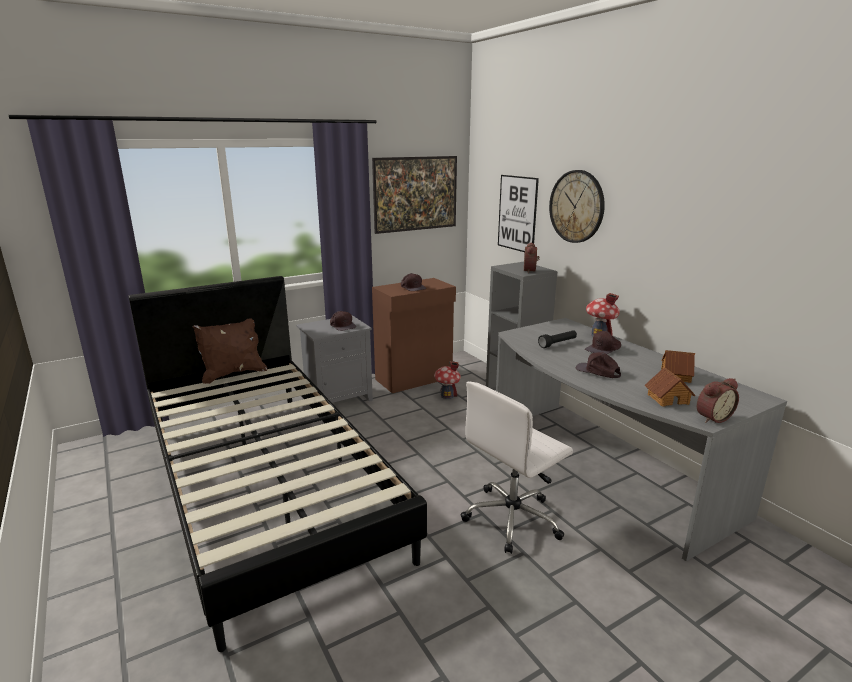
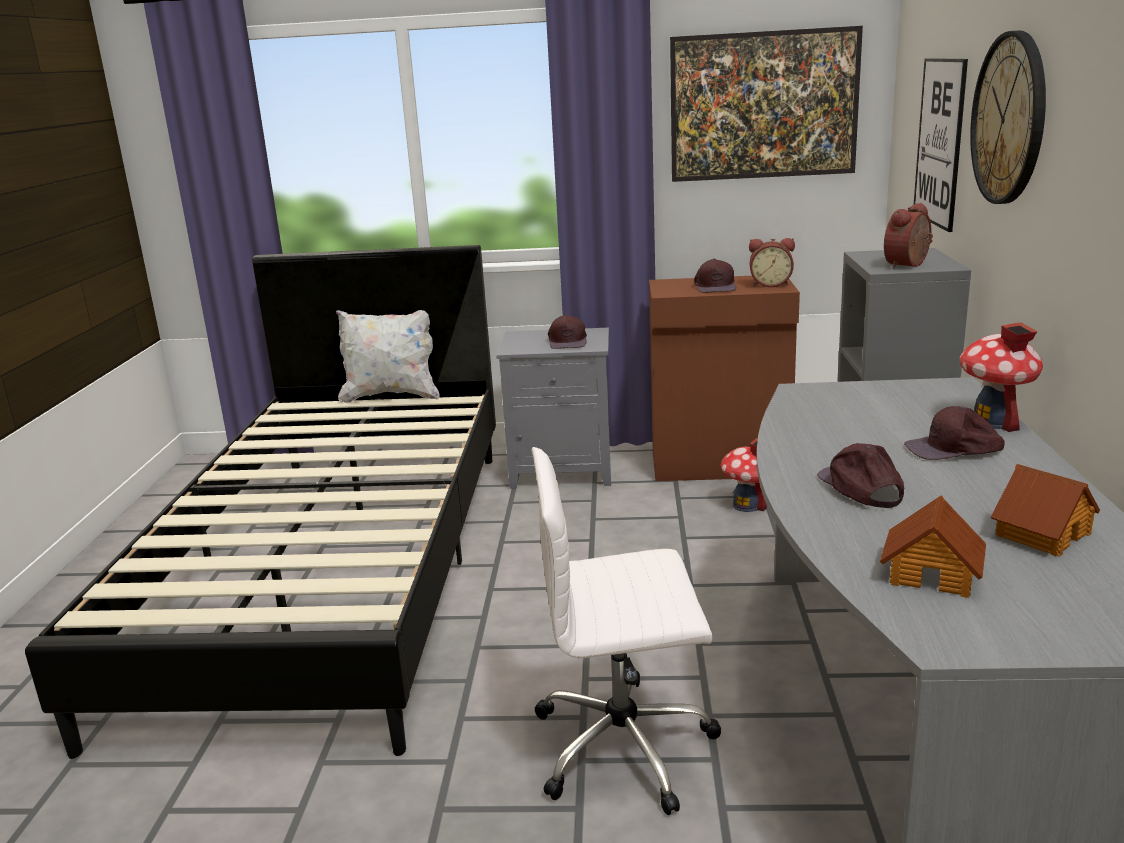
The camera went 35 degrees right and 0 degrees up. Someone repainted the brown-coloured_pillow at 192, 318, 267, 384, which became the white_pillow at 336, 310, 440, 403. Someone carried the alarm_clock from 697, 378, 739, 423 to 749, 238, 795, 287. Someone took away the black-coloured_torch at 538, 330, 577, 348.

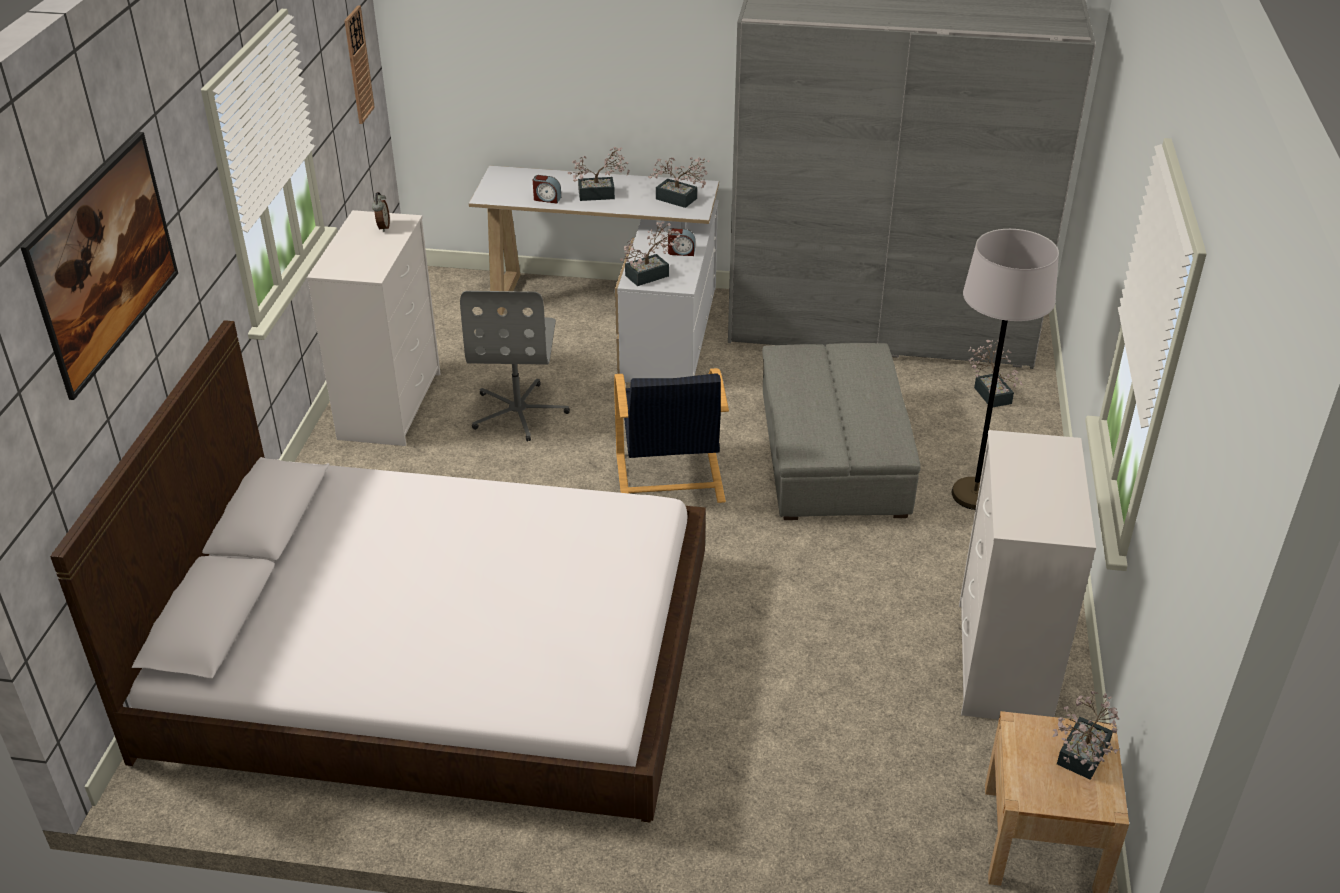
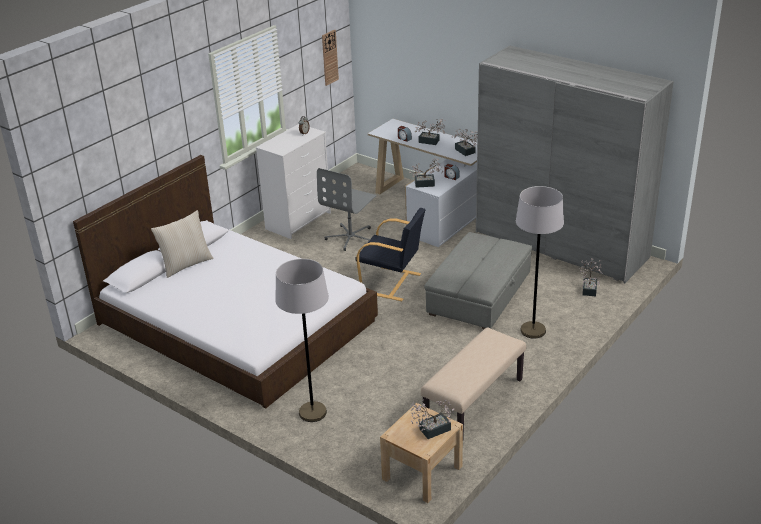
The camera went 30 degrees right and 5 degrees down. Someone put down the beige_pillow at 151, 210, 214, 278. Someone put down the grey_standard_lamp at 275, 259, 329, 422. Someone rotated the black-coloured_armchair at 614, 368, 729, 503 by 90 degrees counterclockwise. Someone swapped the white_chest_of_drawers at 959, 430, 1096, 719 for the beige_long_seat at 421, 327, 526, 437. Someone took away the wall_picture at 20, 132, 178, 400.

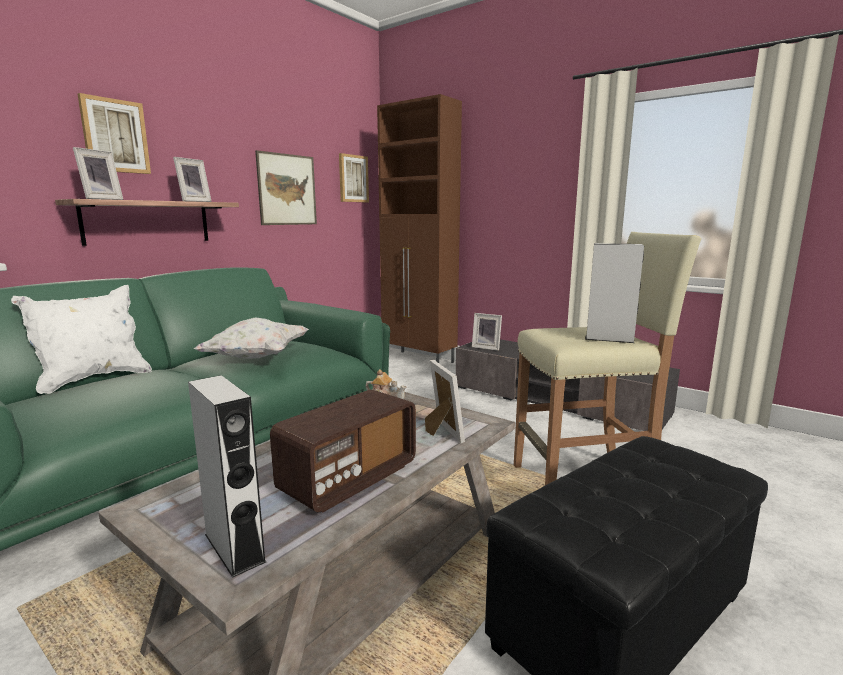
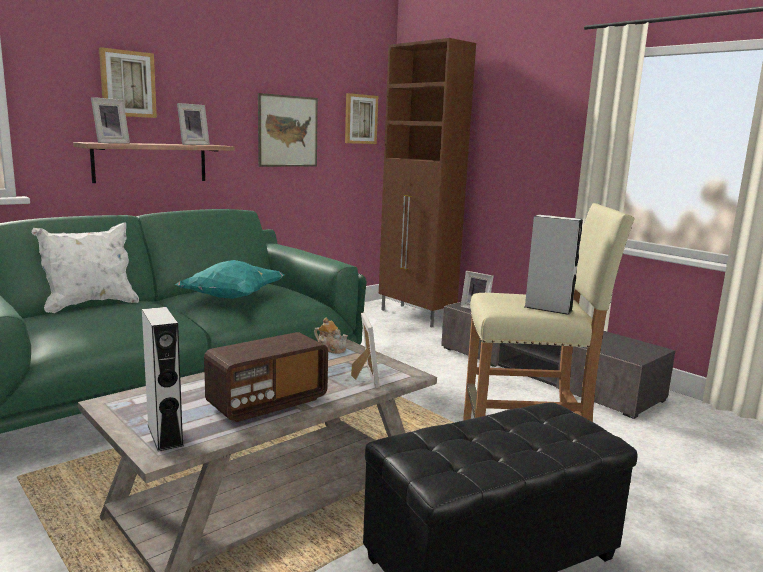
The camera went 10 degrees right and 0 degrees up. Someone repainted the white_pillow at 193, 317, 309, 358, which became the blue-green_pillow at 175, 260, 284, 299.

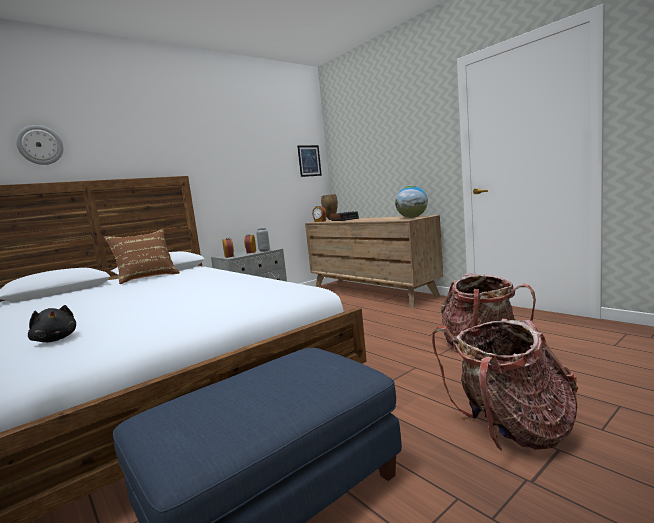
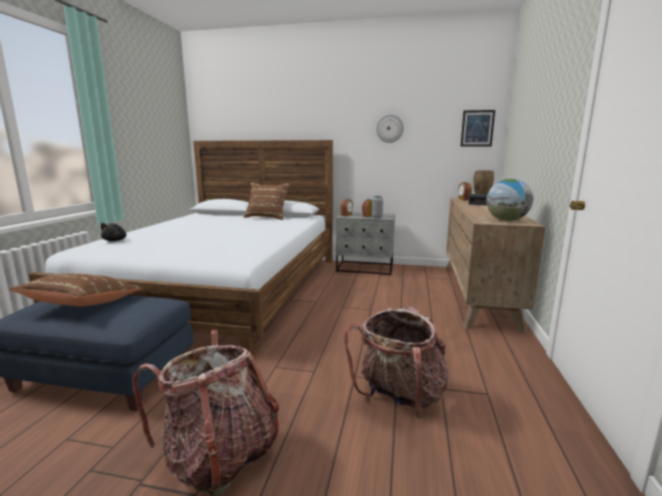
The camera went 50 degrees right and 5 degrees up. Someone put down the brown-coloured_pillow at 9, 274, 142, 306. Someone carried the hanging_clock from 16, 125, 63, 165 to 376, 114, 404, 143.

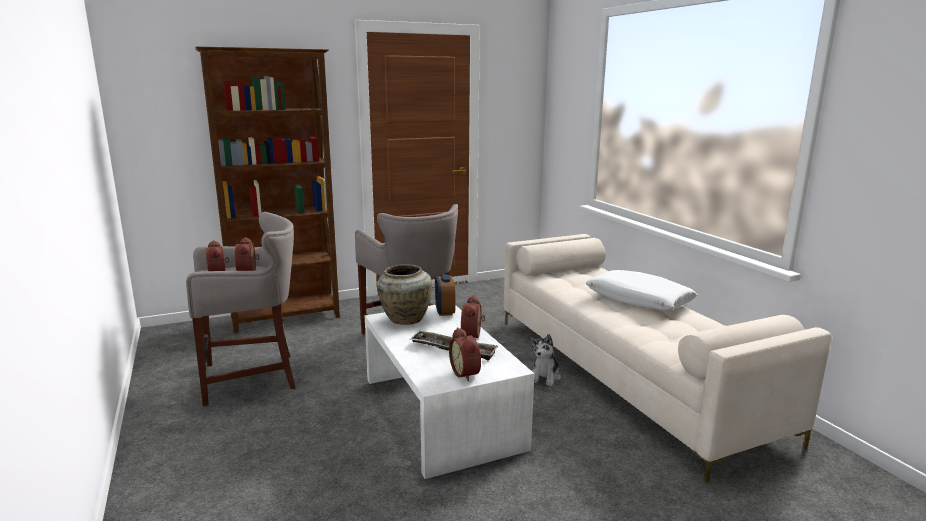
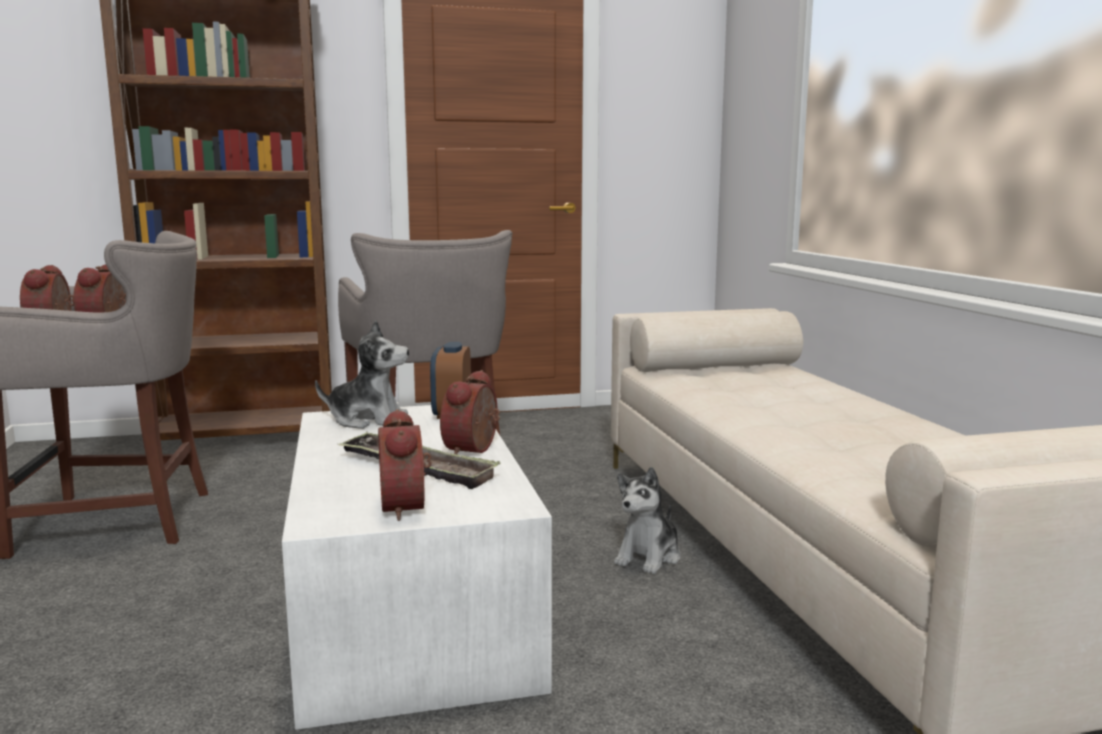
The camera went 10 degrees right and 5 degrees down. Someone swapped the beige_flower_vase at 377, 264, 432, 325 for the cuddly_toy at 315, 320, 409, 429. Someone took away the white_pillow at 586, 270, 698, 310.

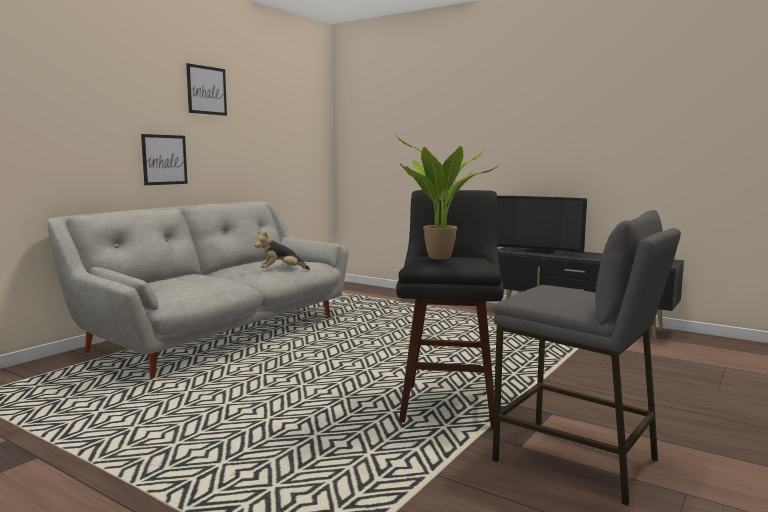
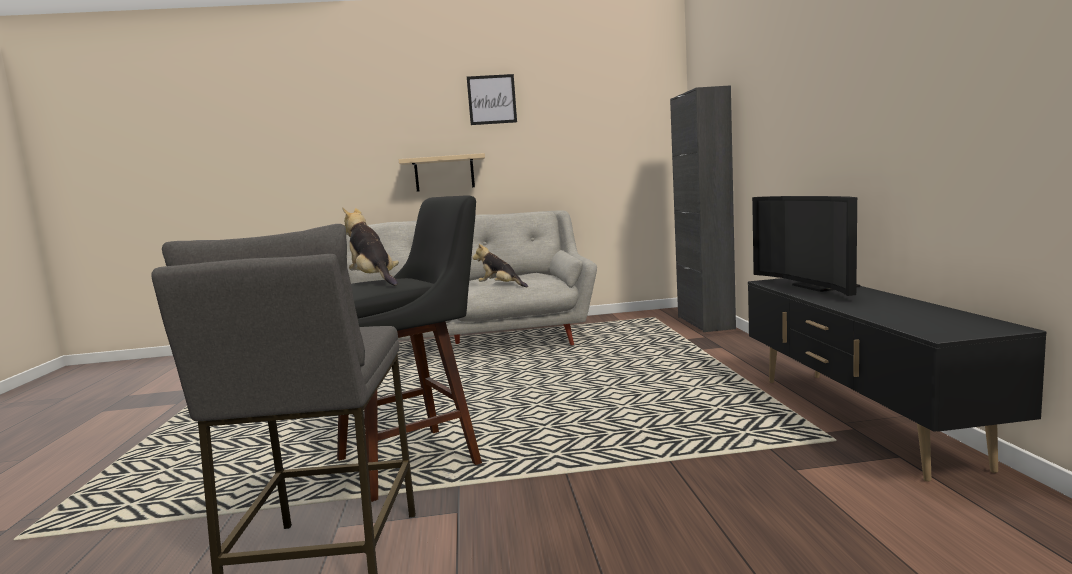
The camera went 50 degrees right and 0 degrees up. Someone swapped the houseplant at 394, 133, 499, 260 for the cuddly_toy at 342, 207, 399, 286. Someone swapped the wall_picture at 141, 134, 188, 185 for the beige_shelf at 398, 153, 485, 191. Someone put down the black-coloured_cupboard at 670, 85, 736, 332.

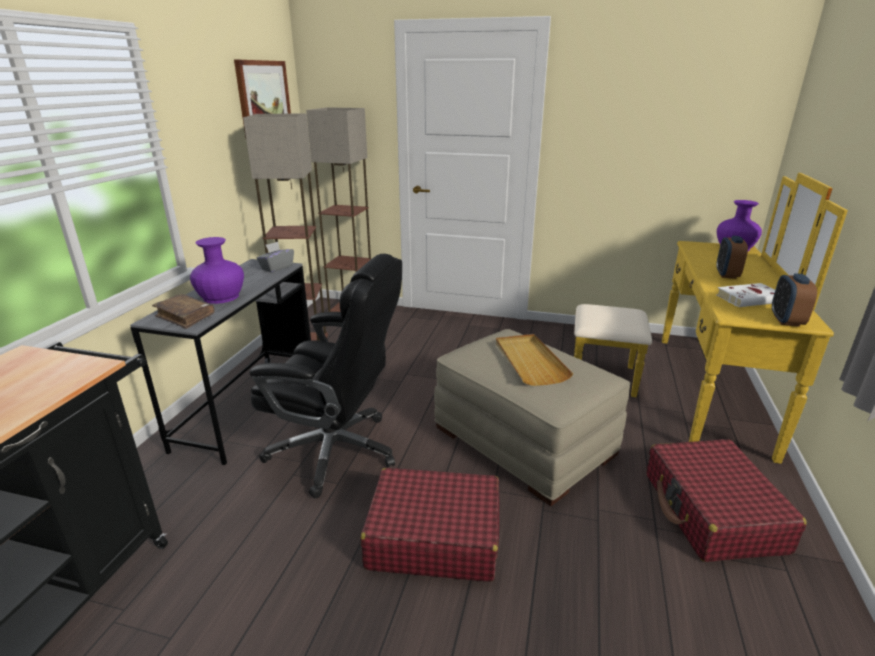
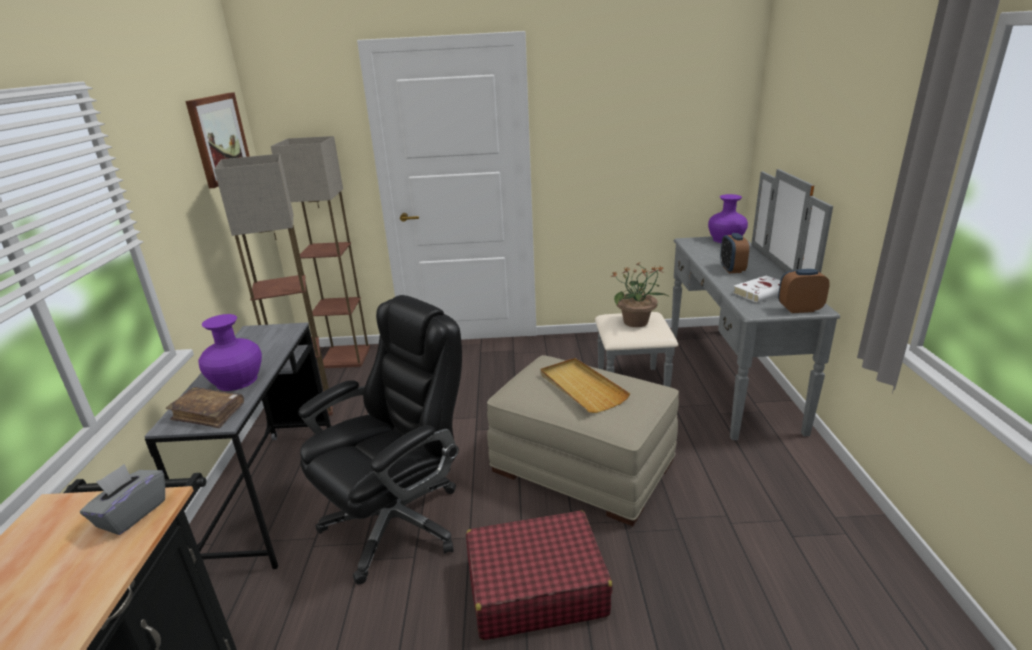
The camera went 15 degrees left and 0 degrees up. Someone carried the grey_box_of_tissues from 257, 242, 294, 272 to 80, 464, 165, 535. Someone rotated the black-coloured_computer_chair at 249, 254, 402, 498 by 45 degrees counterclockwise. Someone repainted the yellowish_chest_of_drawers at 574, 173, 848, 464, which became the grey_chest_of_drawers at 595, 169, 840, 440. Someone put down the houseplant at 610, 262, 669, 327. Someone rotated the alarm_clock at 772, 273, 817, 327 by 90 degrees clockwise. Someone took away the red_suitcase at 647, 439, 807, 562.

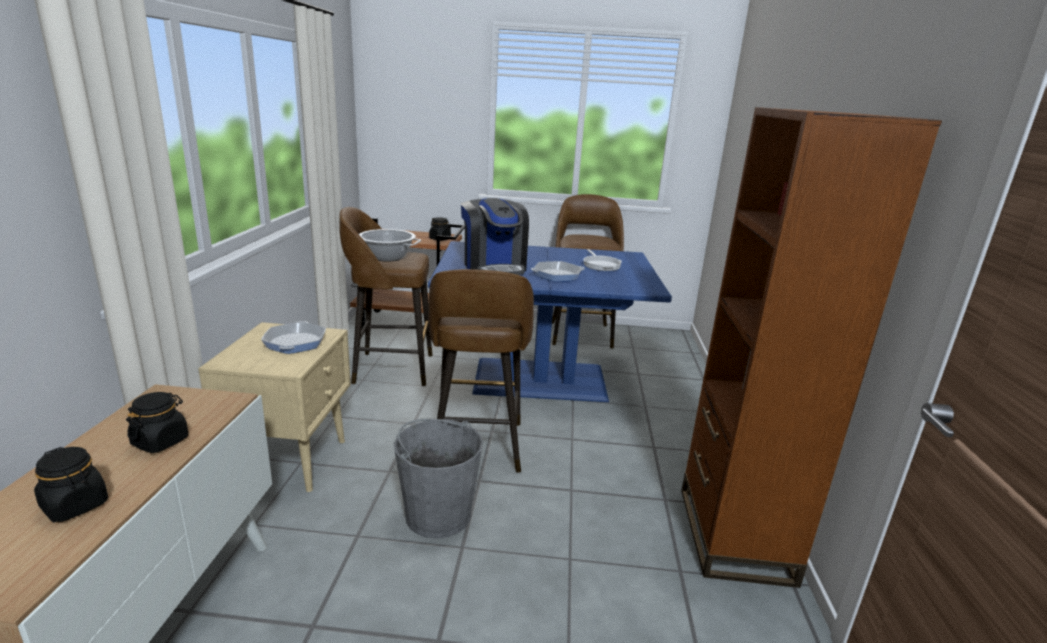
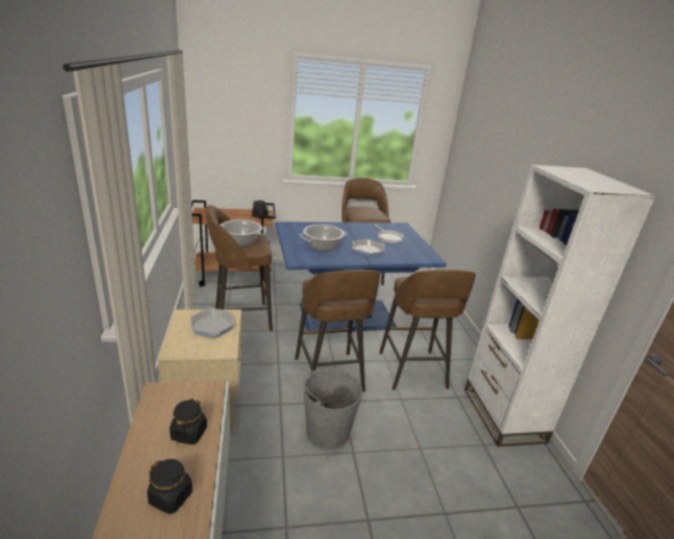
The camera went 15 degrees left and 5 degrees up. Someone swapped the coffee_machine at 461, 198, 529, 276 for the saucepot at 299, 224, 347, 252. Someone put down the brown-coloured_sitting_stool at 379, 270, 476, 390. Someone repainted the brown-coloured_shelving_unit at 681, 107, 942, 588, which became the white_shelving_unit at 465, 165, 656, 447.

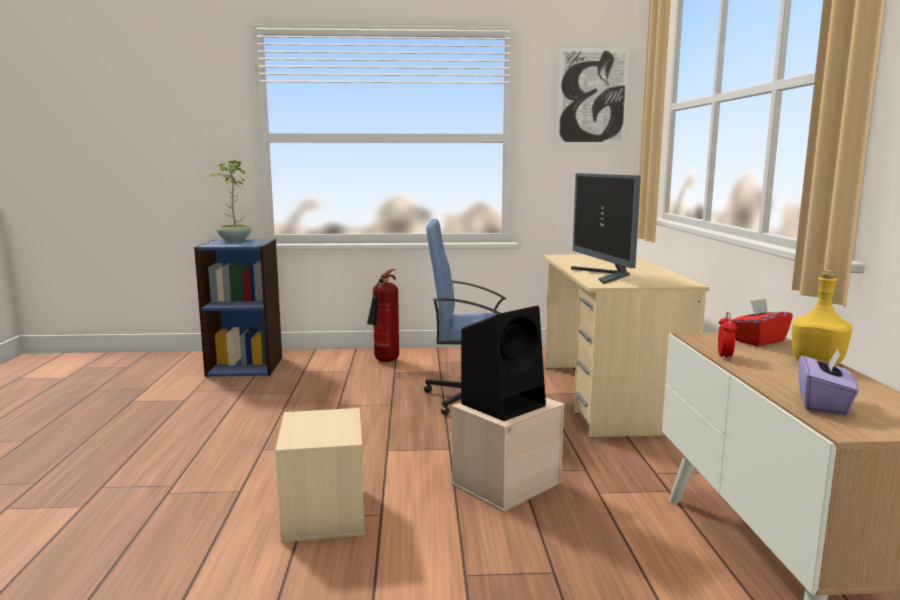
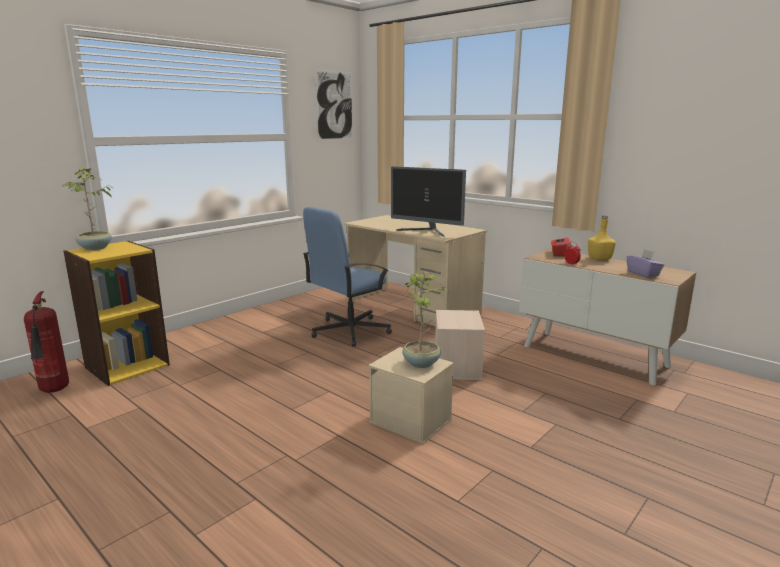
The camera went 45 degrees left and 5 degrees up. Someone carried the fire-fighting_cylinder from 367, 269, 399, 362 to 24, 291, 69, 393. Someone repainted the blue-coloured_shelving_unit at 194, 239, 282, 377, which became the yellowish_shelving_unit at 63, 241, 170, 386. Someone put down the houseplant at 402, 271, 450, 368. Someone took away the black-coloured_speaker at 461, 306, 546, 421.

